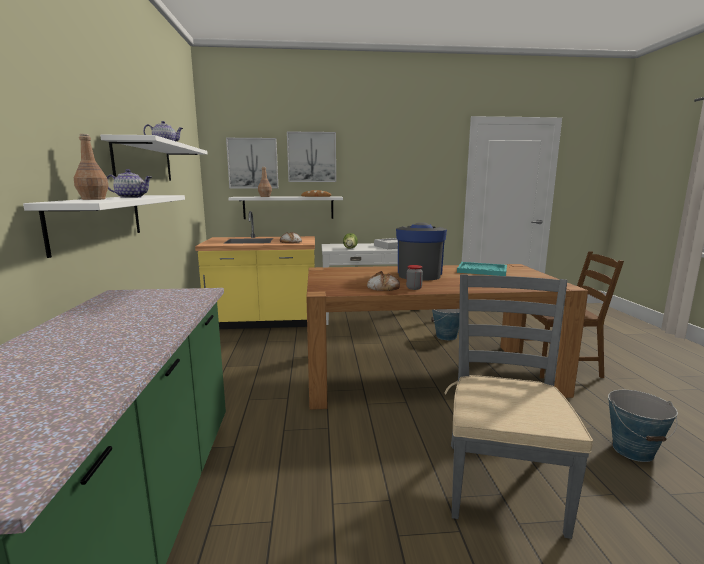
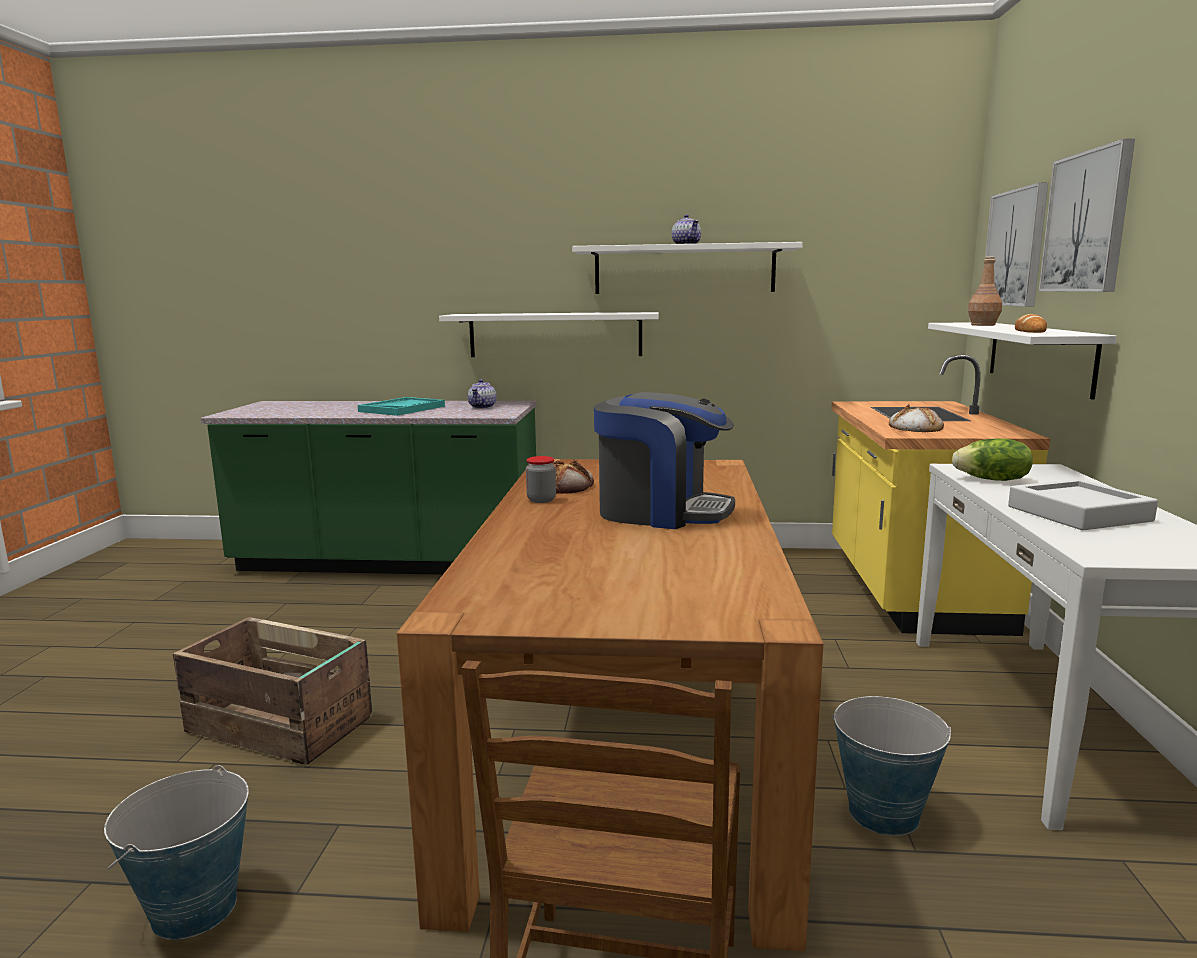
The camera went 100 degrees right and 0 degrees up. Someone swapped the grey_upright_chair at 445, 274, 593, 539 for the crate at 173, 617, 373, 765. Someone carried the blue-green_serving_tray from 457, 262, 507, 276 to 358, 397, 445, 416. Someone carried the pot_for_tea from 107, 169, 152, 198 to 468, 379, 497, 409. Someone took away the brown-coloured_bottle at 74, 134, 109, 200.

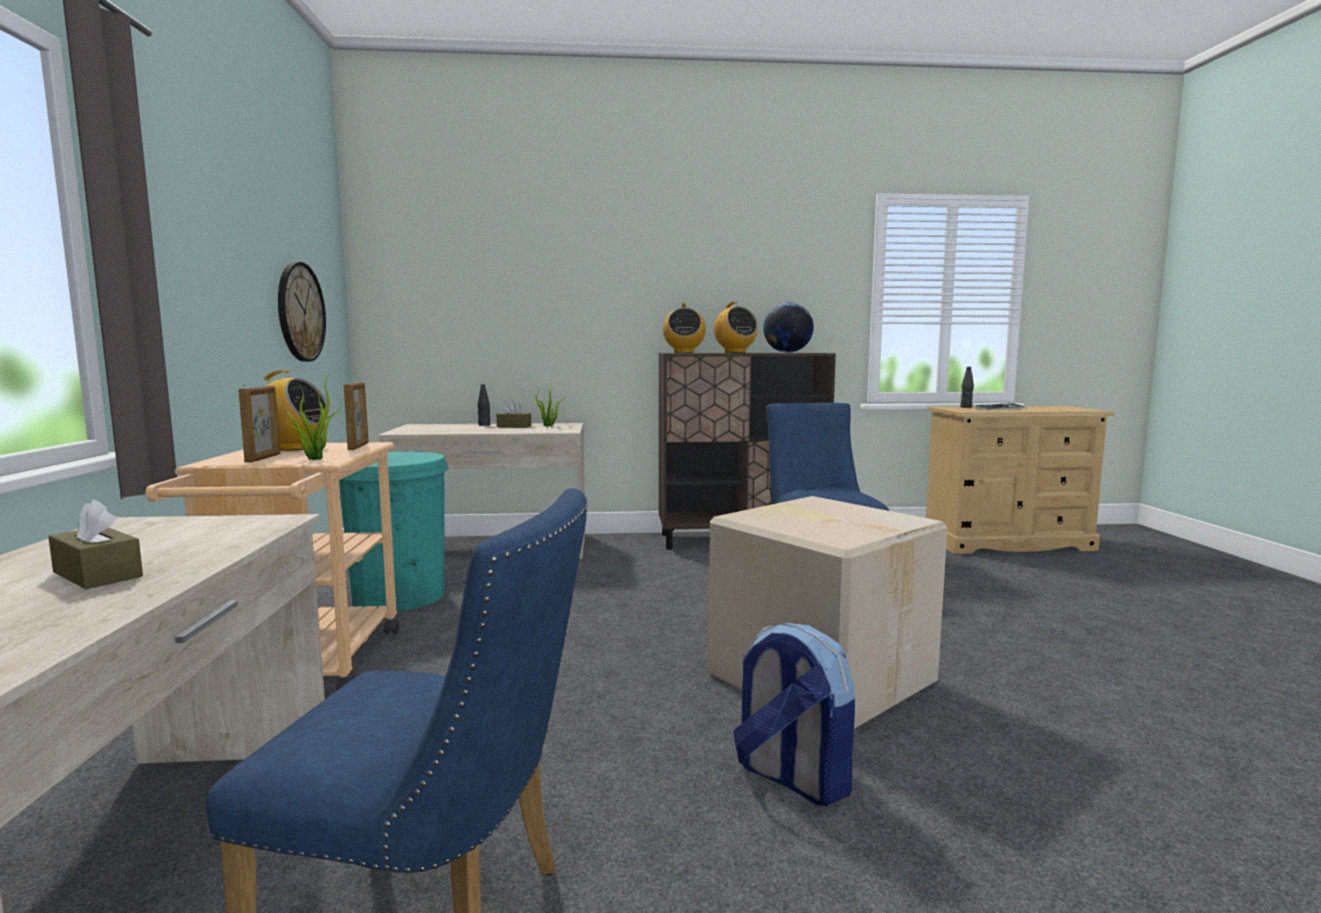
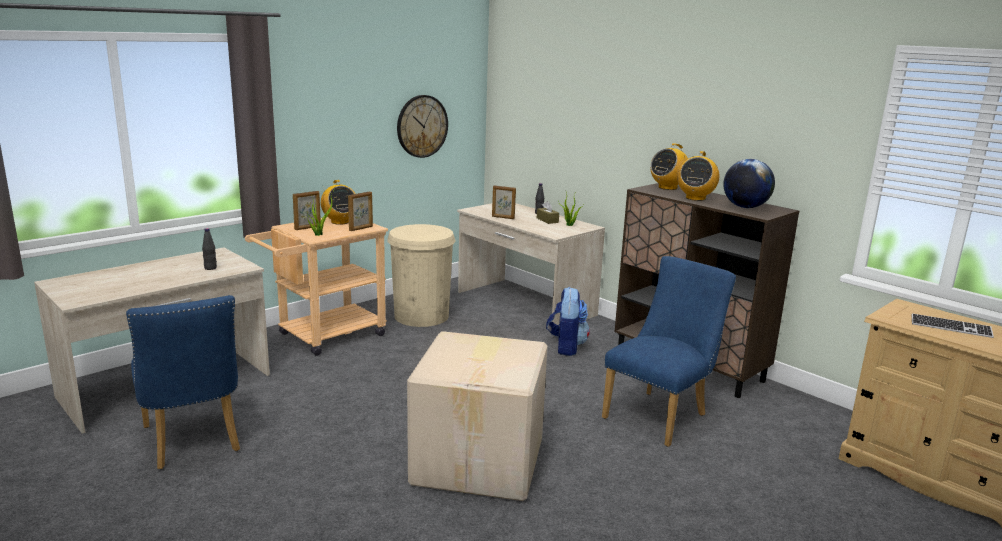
The camera went 50 degrees right and 10 degrees up. Someone carried the black-coloured_bottle from 960, 367, 974, 408 to 202, 228, 217, 270. Someone repainted the blue-green_trash_can at 339, 451, 449, 612, which became the beige_trash_can at 387, 224, 456, 327. Someone put down the standing_frame at 492, 185, 516, 219. Someone carried the knapsack from 734, 623, 855, 806 to 546, 287, 590, 356. Someone took away the brown-coloured_box_of_tissues at 48, 499, 143, 589.

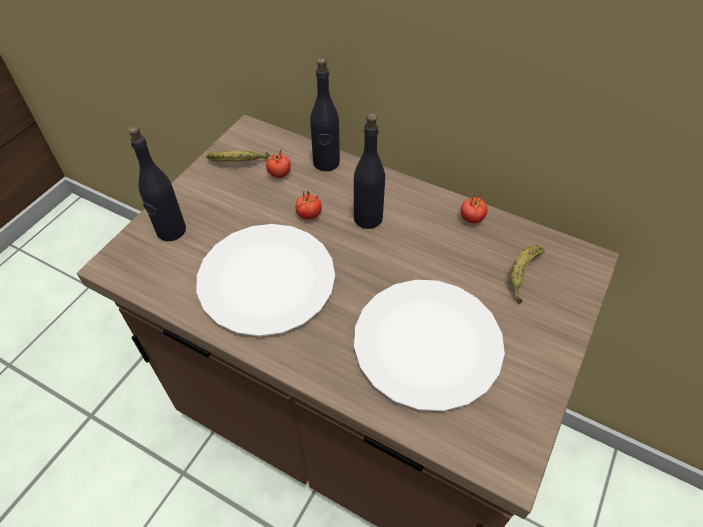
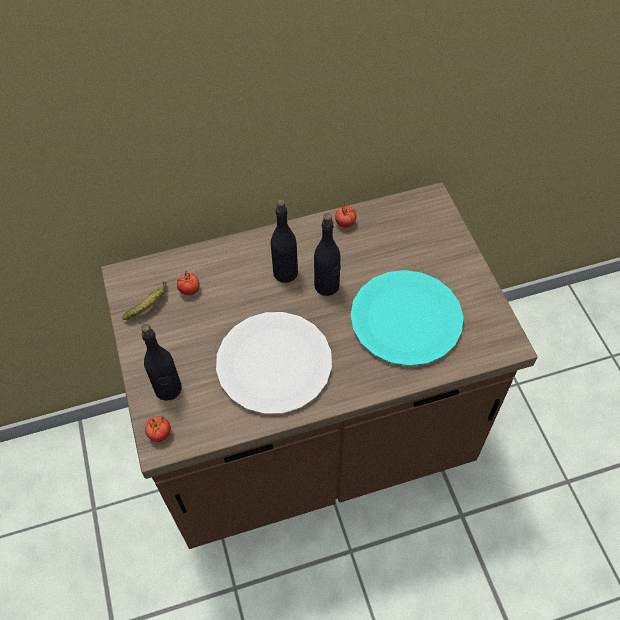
The camera went 45 degrees left and 5 degrees up. Someone carried the fresh_tomato from 296, 190, 322, 220 to 145, 416, 171, 442. Someone carried the black-coloured_bottle from 310, 58, 340, 171 to 314, 213, 341, 296. Someone repainted the white_dinner_plate at 354, 280, 505, 411, which became the blue-green_dinner_plate at 350, 270, 463, 366. Someone took away the whole_banana at 511, 245, 545, 304.

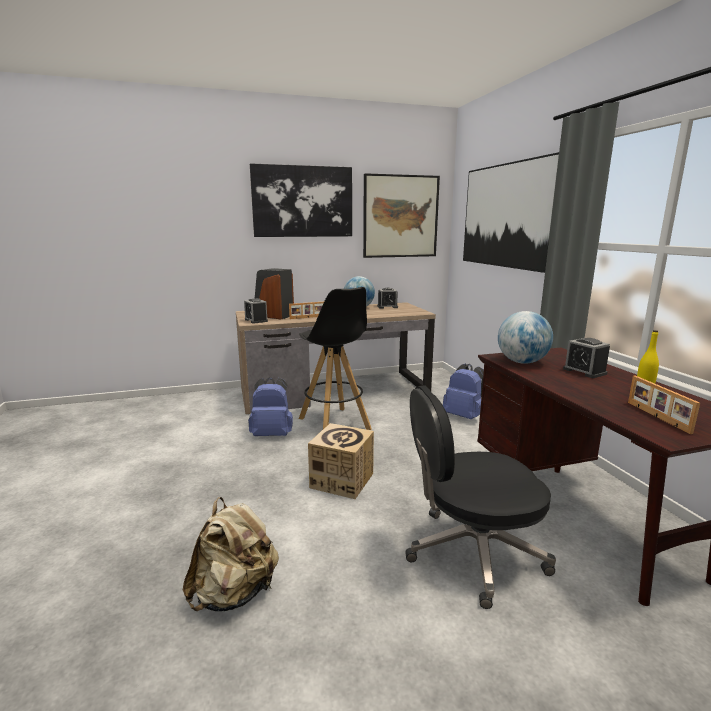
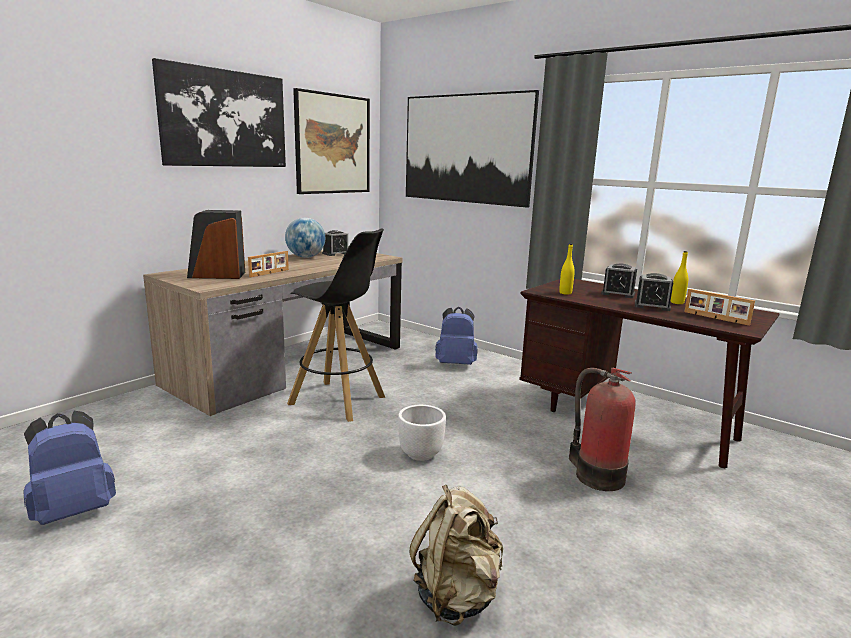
The camera went 35 degrees left and 0 degrees up. Someone carried the blue-coloured_knapsack from 248, 377, 293, 436 to 23, 411, 116, 525. Someone swapped the packing_box at 308, 423, 374, 499 for the white_flower_pot at 398, 405, 446, 461. Someone swapped the desk_globe at 498, 311, 553, 364 for the yellowish_bottle at 559, 243, 575, 295. Someone swapped the black-coloured_computer_chair at 405, 386, 556, 609 for the fire-fighting_cylinder at 569, 368, 636, 491. Someone carried the alarm_clock from 244, 298, 268, 324 to 635, 273, 673, 311.

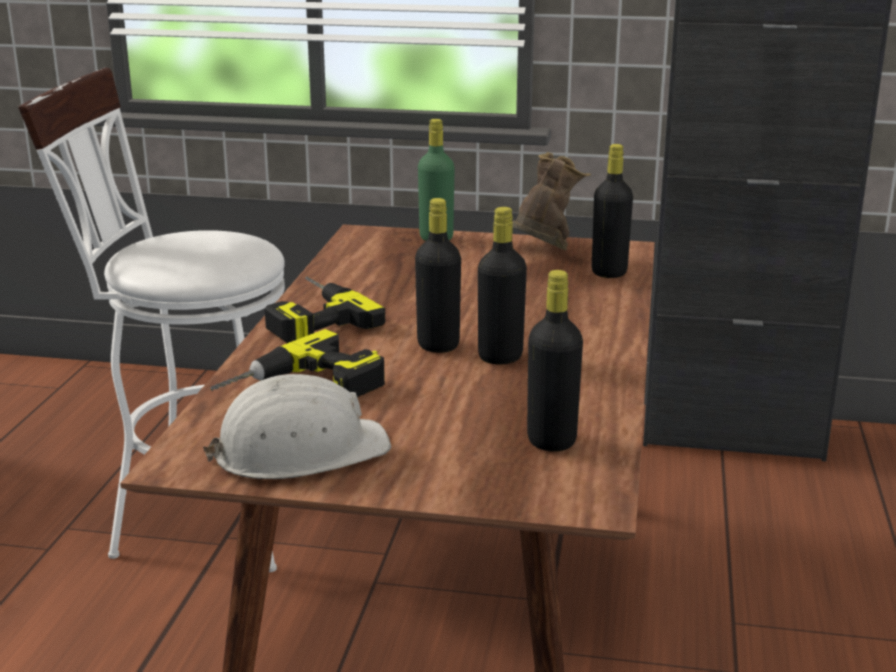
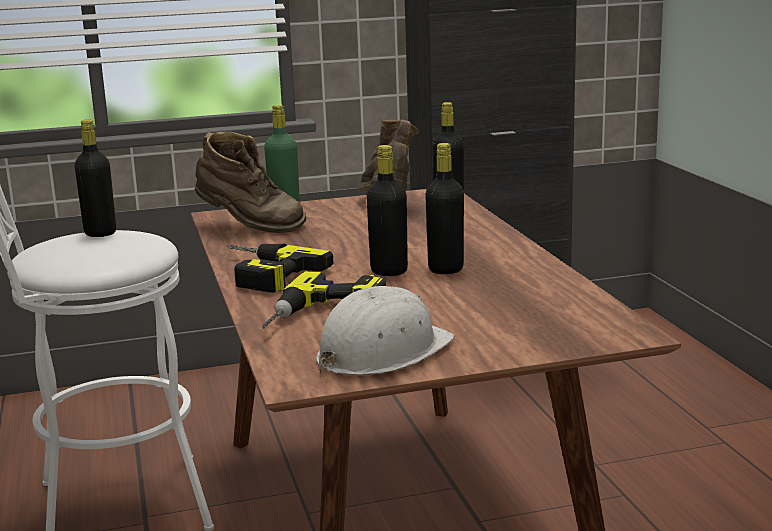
The camera went 25 degrees left and 5 degrees down. Someone carried the black-coloured_bottle from 527, 270, 583, 452 to 75, 120, 116, 237. Someone put down the brown-coloured_high-top_boot at 195, 132, 306, 233.

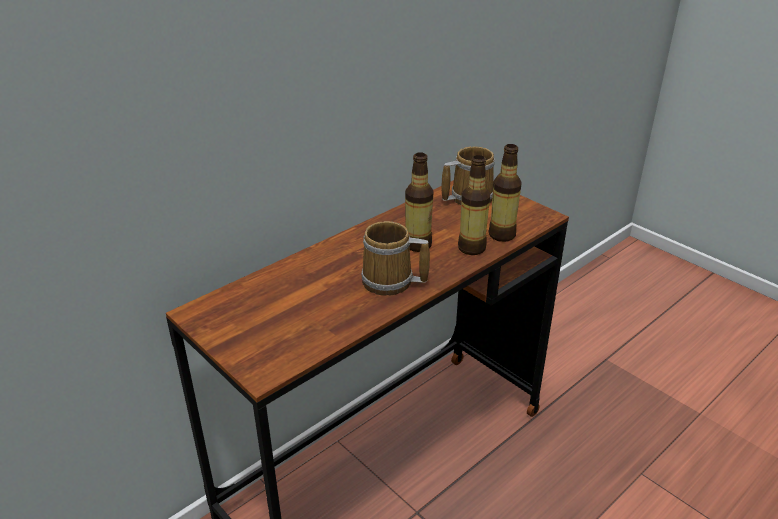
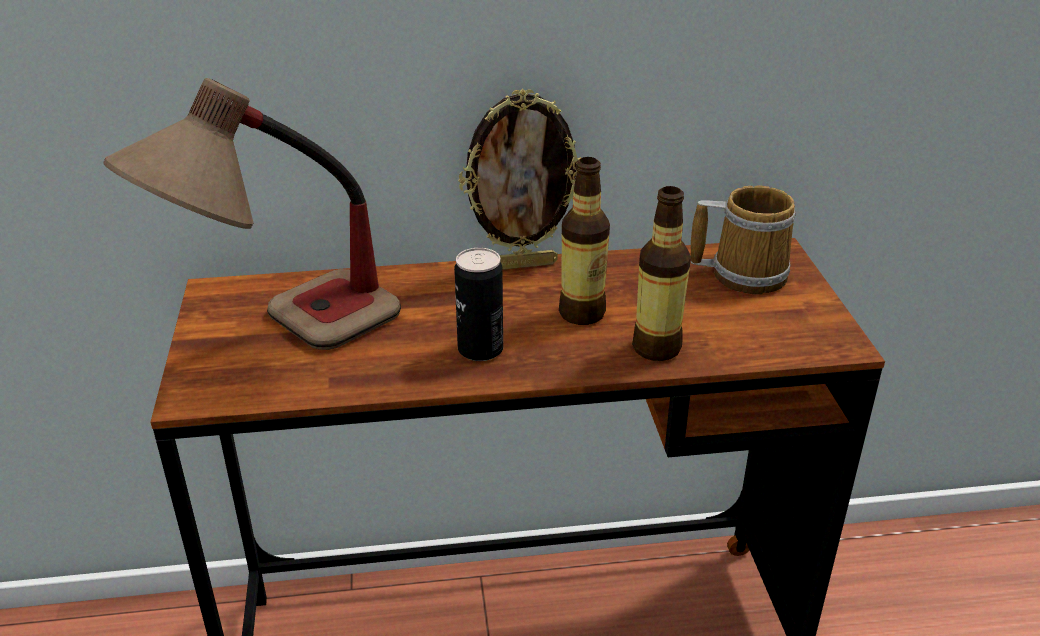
The camera went 35 degrees right and 0 degrees up. Someone put down the lamp_for_a_table at 103, 78, 401, 350. Someone swapped the tea_mug at 361, 221, 430, 296 for the sealed_can at 454, 248, 503, 361. Someone put down the standing_frame at 458, 88, 581, 270. Someone took away the bottle at 489, 144, 521, 242.

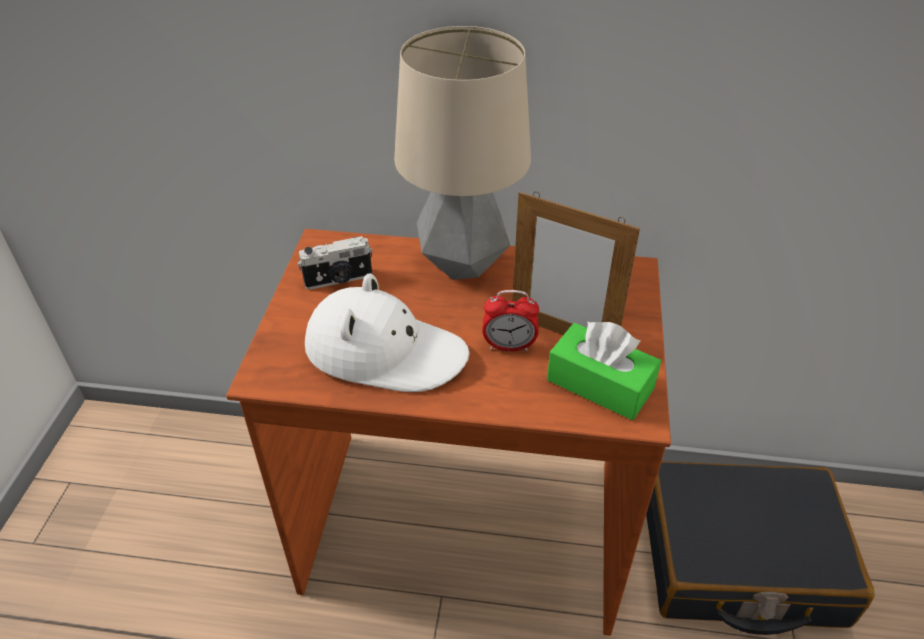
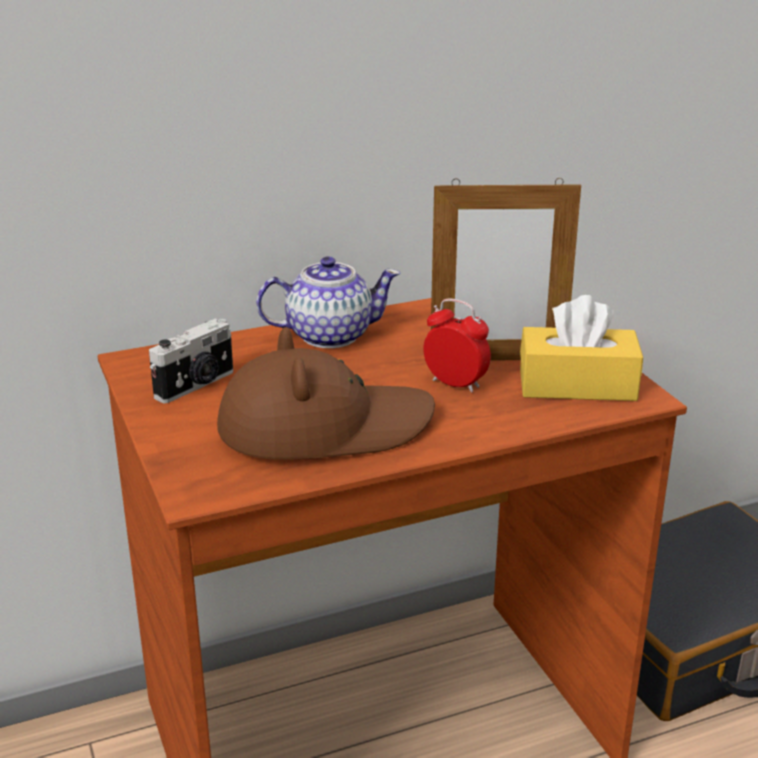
The camera went 30 degrees left and 15 degrees down. Someone repainted the white_clothing_hat at 305, 273, 470, 392, which became the brown-coloured_clothing_hat at 217, 327, 435, 460. Someone swapped the lamp_for_a_table at 394, 26, 531, 280 for the pot_for_tea at 256, 256, 401, 348. Someone rotated the alarm_clock at 482, 290, 539, 351 by 120 degrees counterclockwise. Someone repainted the green-coloured_box_of_tissues at 547, 321, 661, 420, which became the yellowish_box_of_tissues at 520, 295, 643, 401.

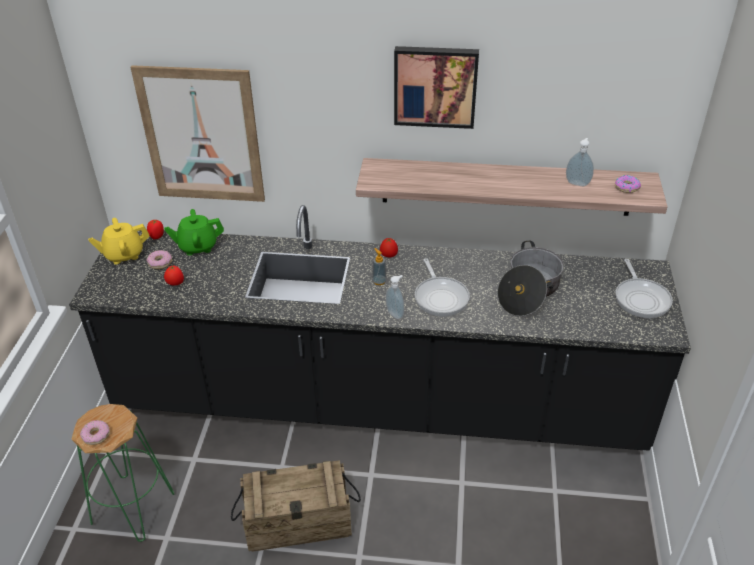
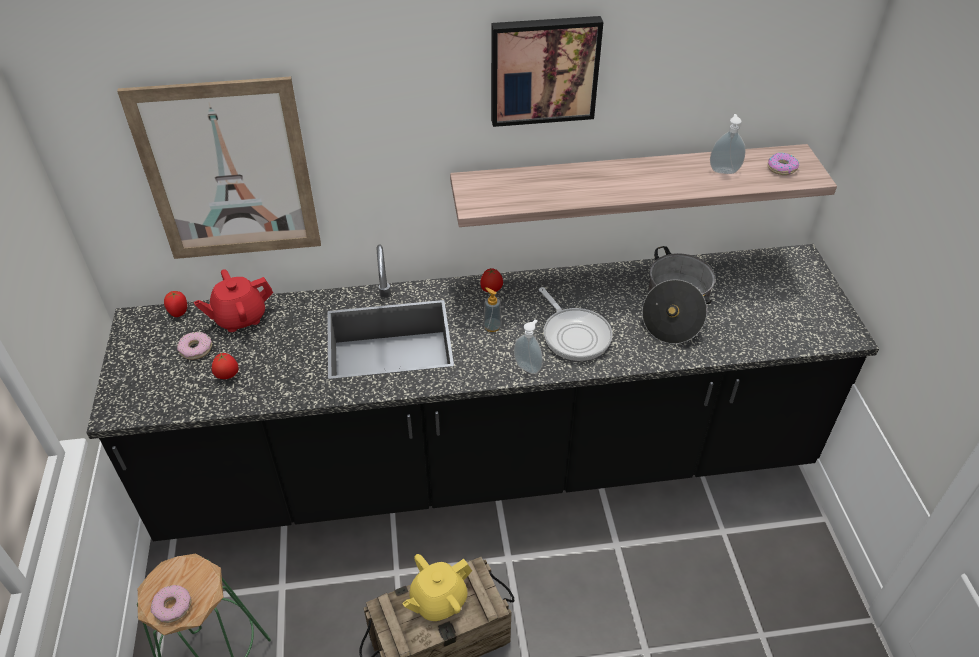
The camera went 15 degrees left and 5 degrees up. Someone repainted the green-coloured_pot_for_tea at 164, 209, 224, 256, which became the red_pot_for_tea at 194, 269, 273, 332. Someone carried the yellowish_pot_for_tea from 88, 218, 150, 264 to 402, 554, 472, 621. Someone took away the skillet at 616, 259, 673, 318.

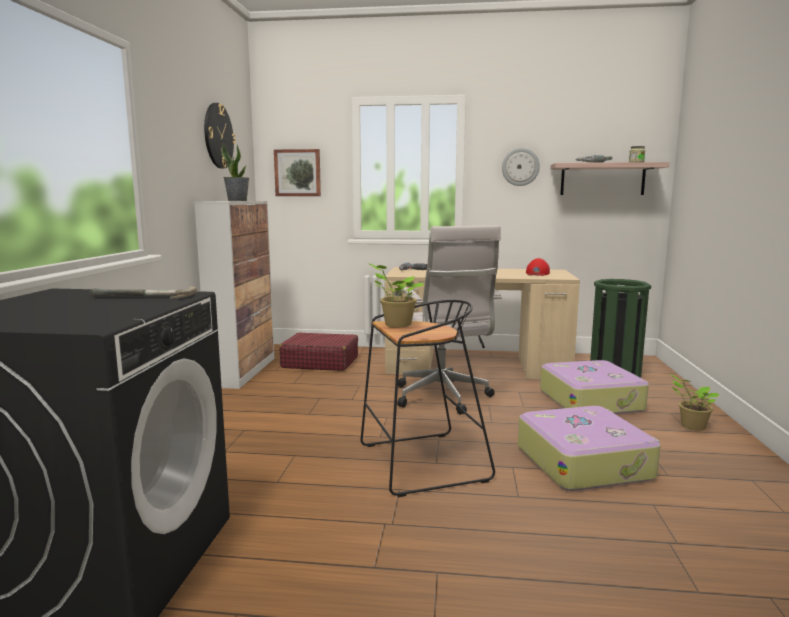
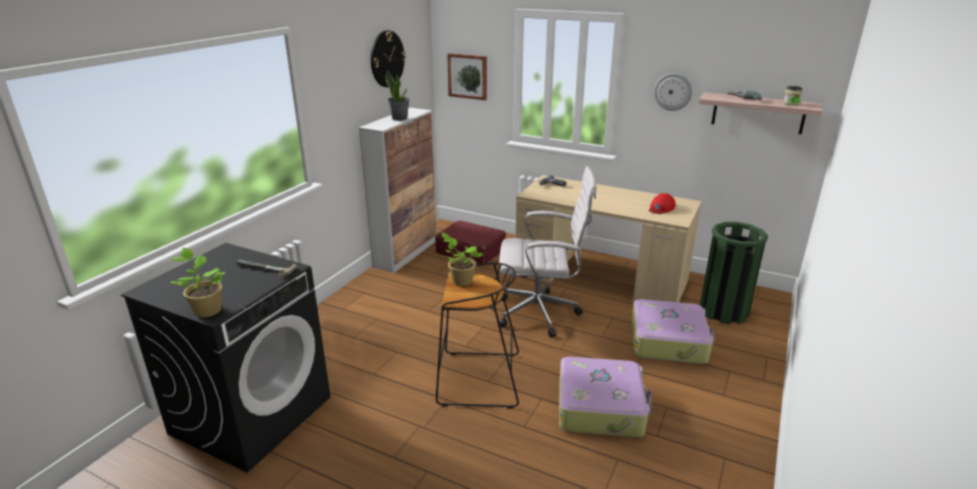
The camera went 20 degrees right and 15 degrees up. Someone carried the houseplant from 670, 374, 719, 430 to 170, 248, 225, 317. Someone rotated the white_computer_chair at 394, 225, 502, 415 by 90 degrees counterclockwise.

